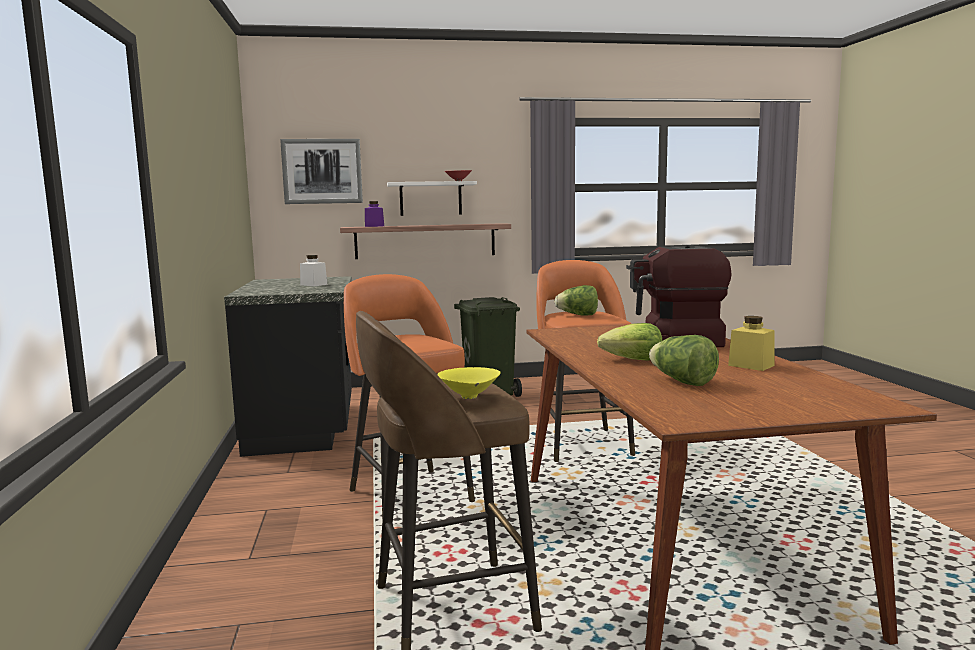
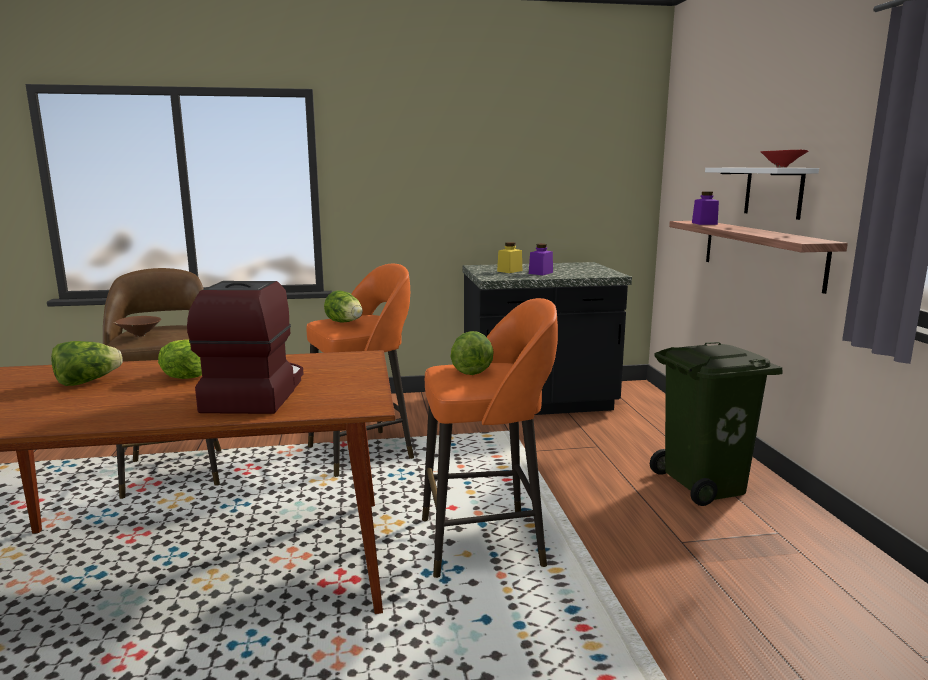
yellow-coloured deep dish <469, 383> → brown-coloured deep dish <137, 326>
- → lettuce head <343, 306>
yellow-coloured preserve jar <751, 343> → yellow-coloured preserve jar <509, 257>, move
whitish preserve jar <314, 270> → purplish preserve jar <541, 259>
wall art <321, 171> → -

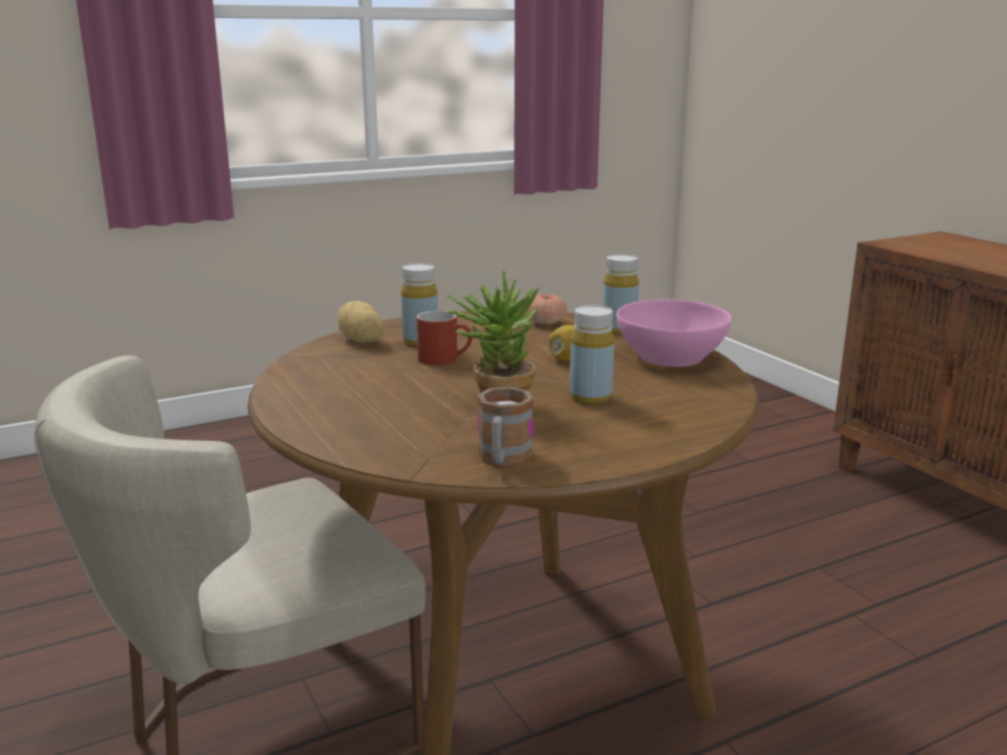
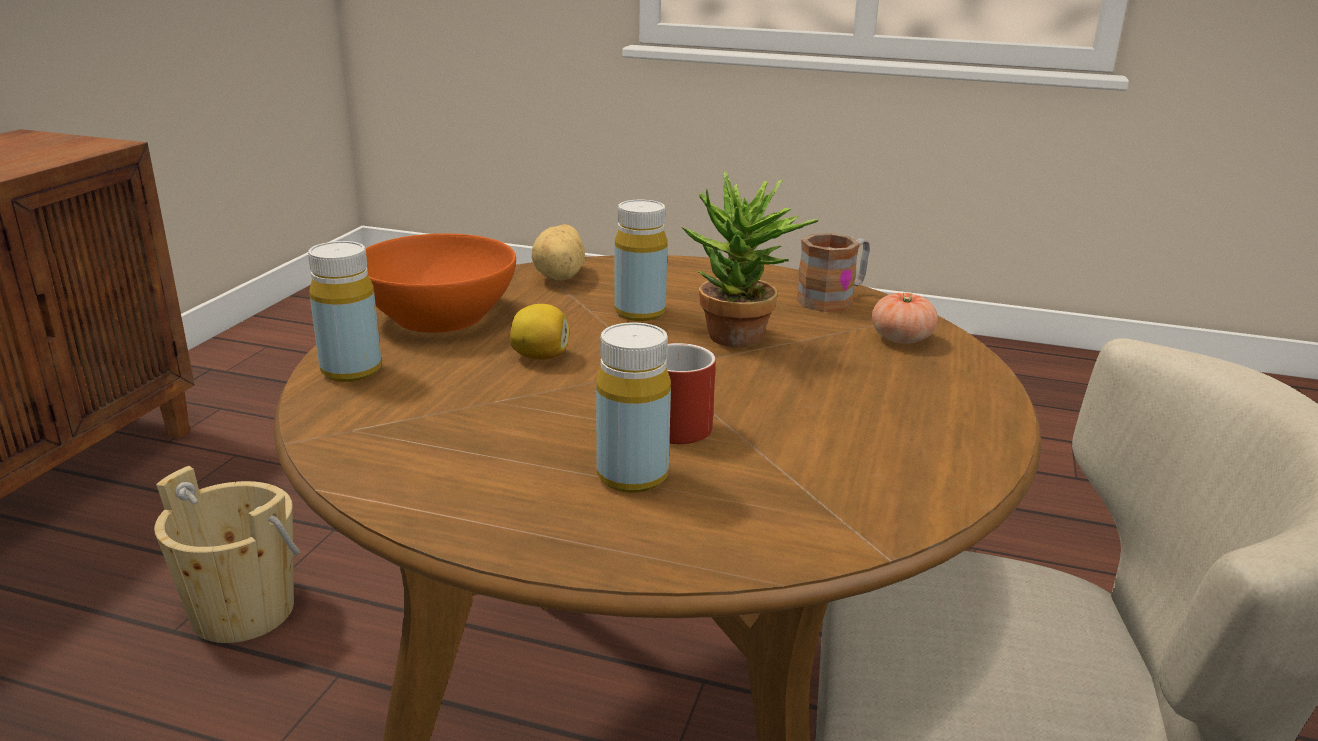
- → beige-coloured pail <227, 554>
pinkish deep dish <674, 333> → orangey deep dish <440, 283>
whole potato <360, 322> → whole potato <558, 252>, move
fresh tomato <547, 309> → fresh tomato <905, 318>, move

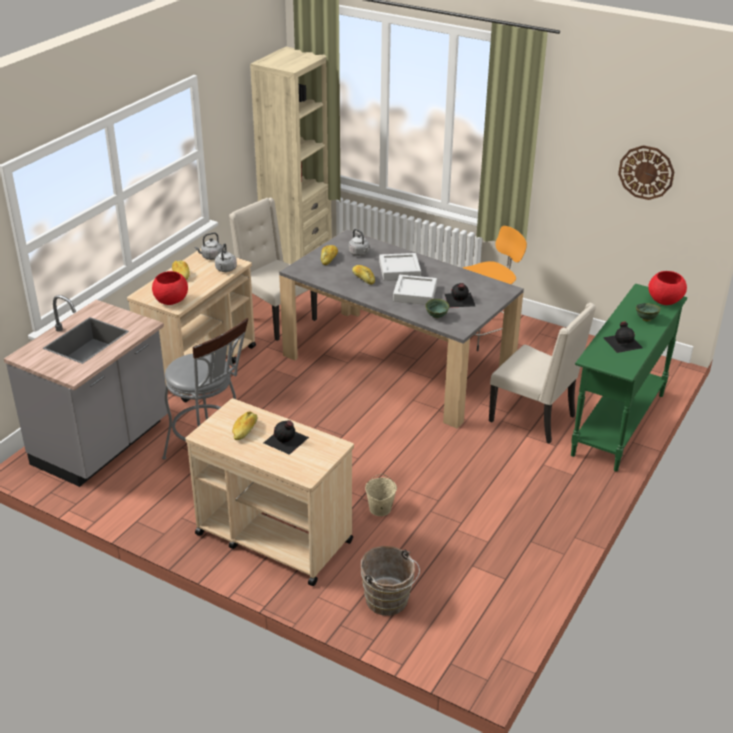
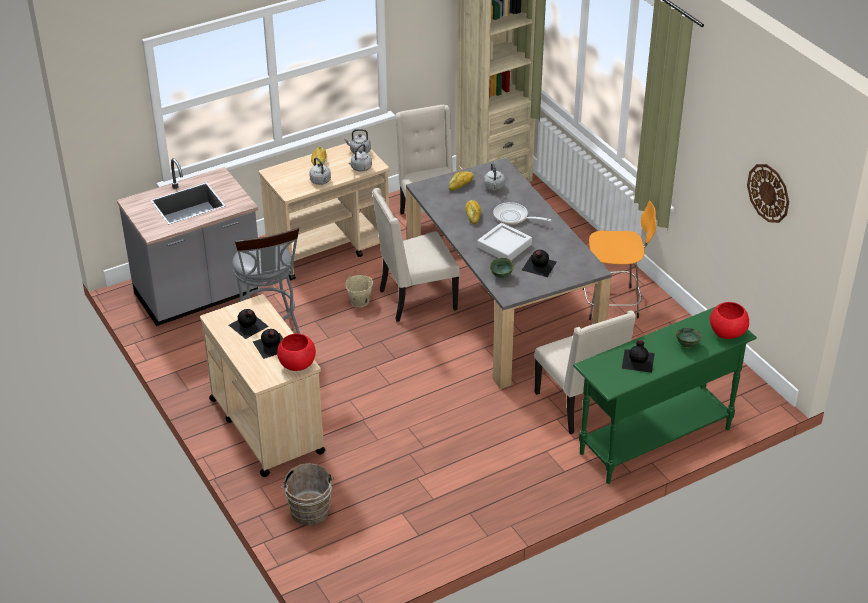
bread <244, 426> → blackish beverage bottle <249, 324>
reddish deep dish <170, 288> → reddish deep dish <296, 352>, move
- → greyish kettle <320, 171>
beige-coloured pail <381, 495> → beige-coloured pail <359, 289>, move
- → beige-coloured plain chair <416, 255>
greyish serving tray <400, 266> → frying pan <522, 213>

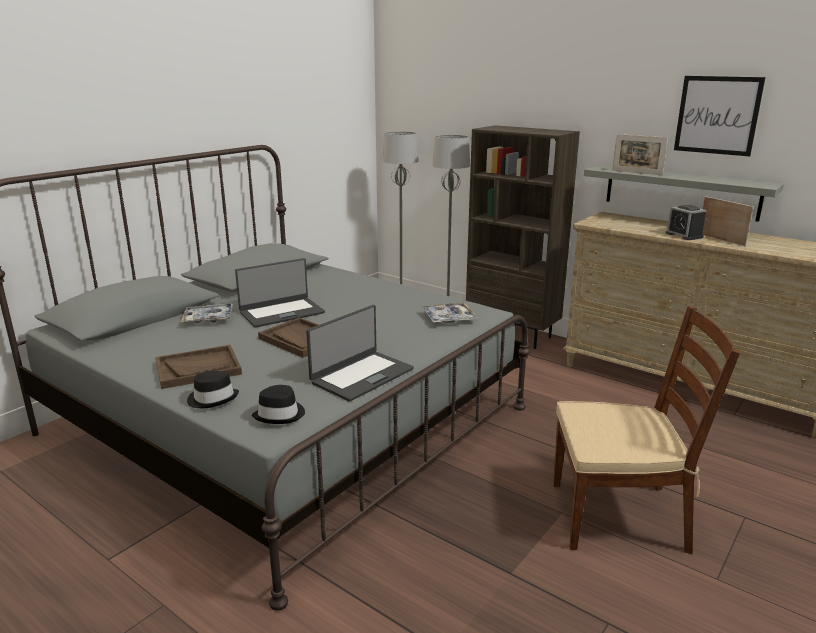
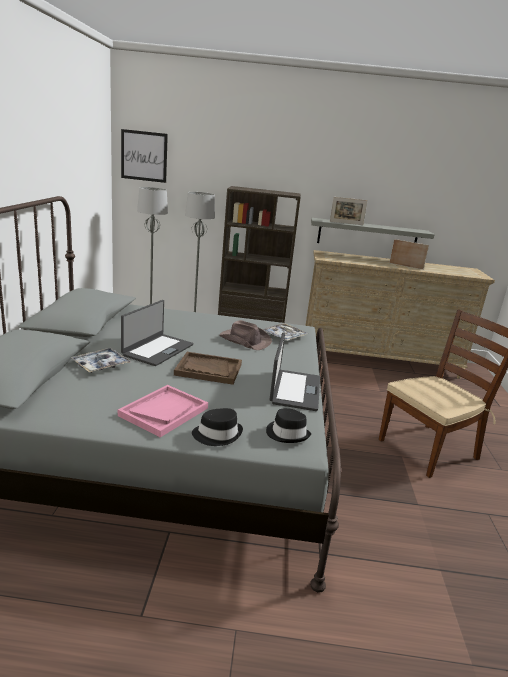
brown-coloured serving tray <198, 367> → pinkish serving tray <163, 411>
wall art <719, 116> → wall art <144, 156>, move
- → brown-coloured clothing hat <245, 335>
table clock <686, 222> → -

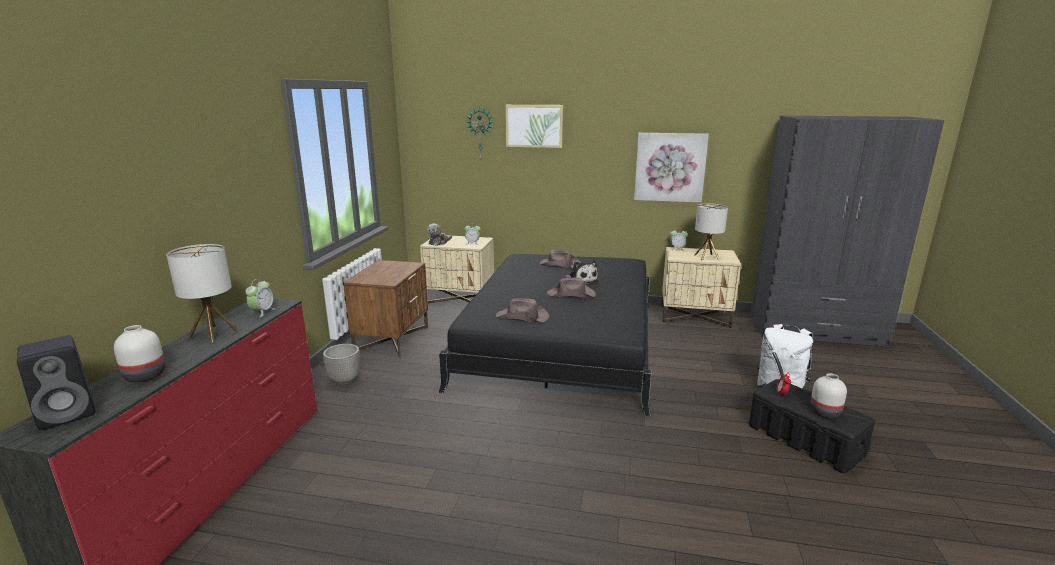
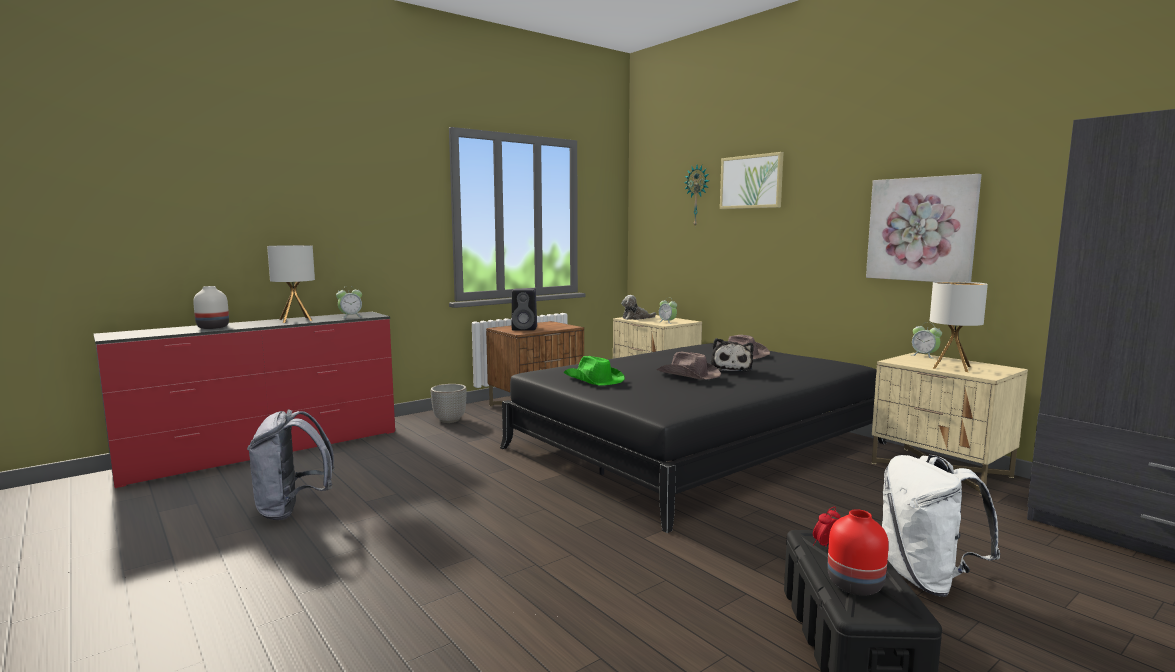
- → greyish rucksack <290, 464>
blackish speaker <56, 382> → blackish speaker <524, 309>, move
brown-coloured clothing hat <522, 310> → green-coloured clothing hat <594, 371>
whitish flower vase <828, 396> → reddish flower vase <858, 552>

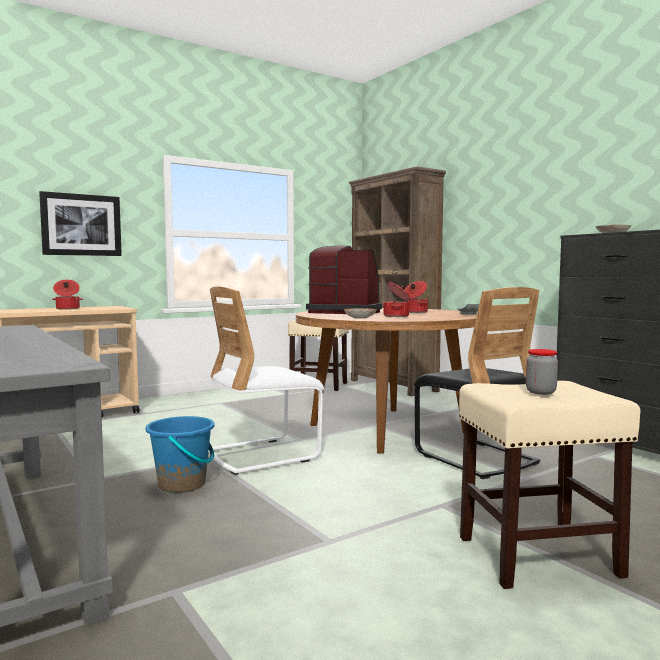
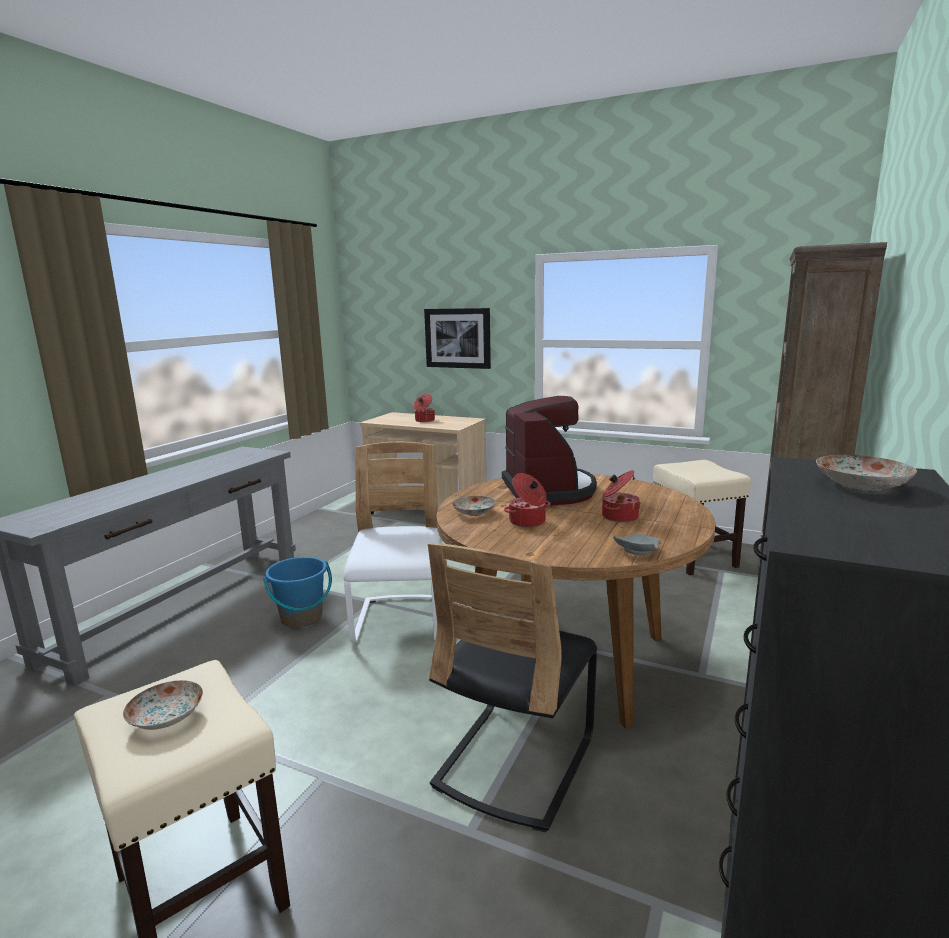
preserve jar <542, 372> → flat dish <163, 705>
whitish plain chair <266, 381> → whitish plain chair <391, 542>, 60 degrees clockwise

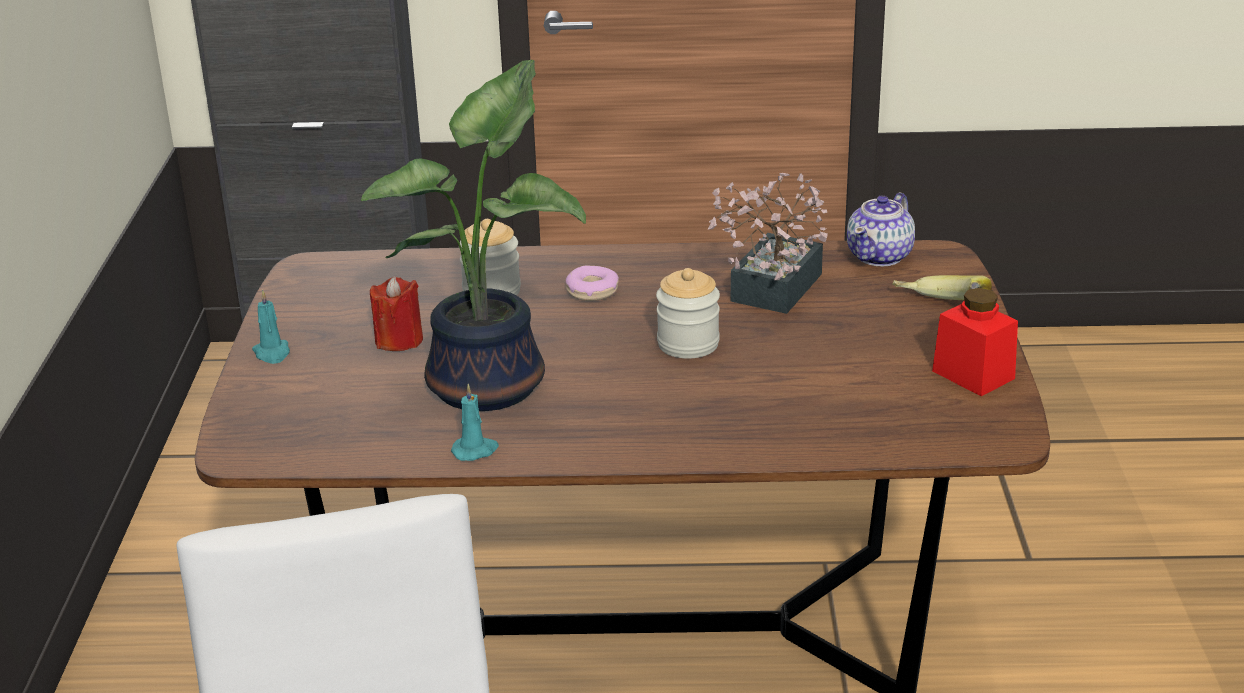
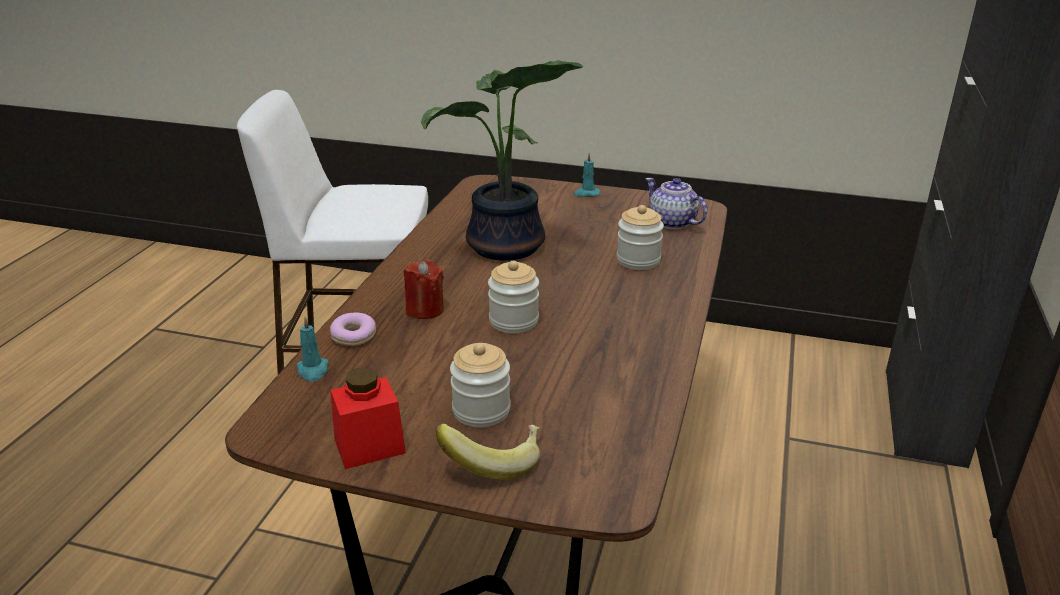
blue-green candle <475, 422> → blue-green candle <313, 349>, move
donut <592, 283> → donut <353, 329>, move
reddish candle <396, 313> → reddish candle <424, 289>, move
- → preserve jar <480, 385>
pot for tea <881, 229> → pot for tea <676, 203>, move
potted plant <768, 243> → -

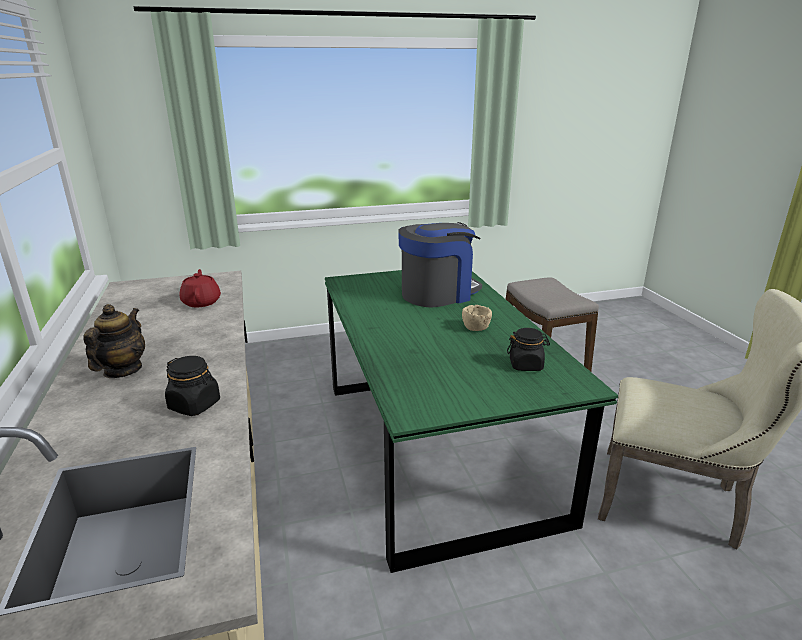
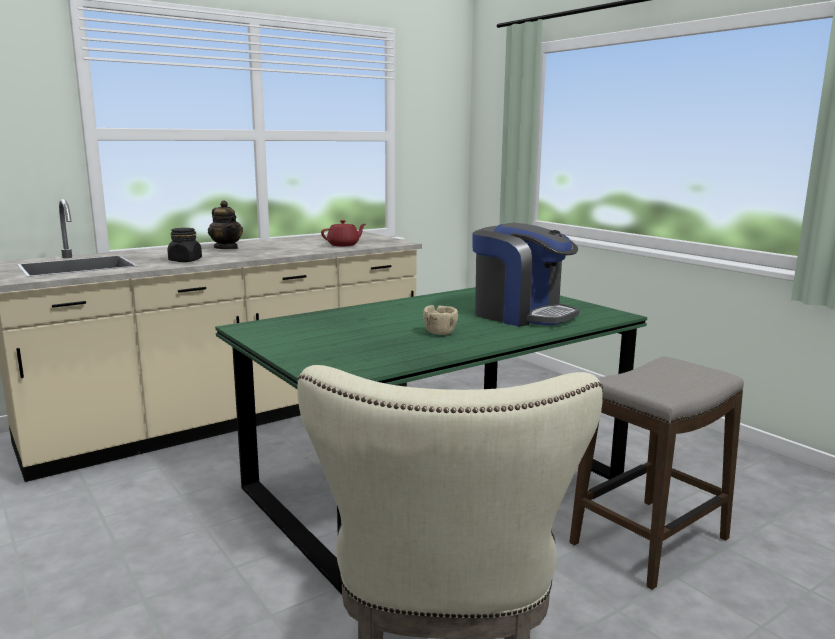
pot for tea <114, 341> → pot for tea <225, 224>, 60 degrees clockwise
blackish preserve jar <528, 349> → -

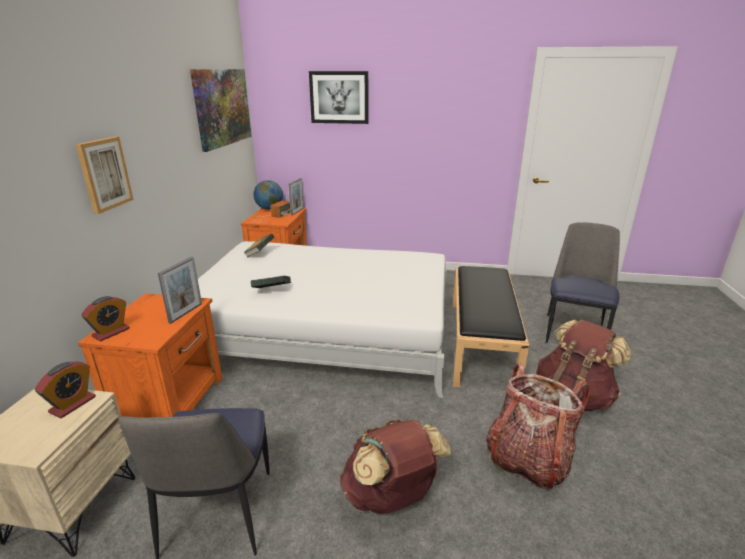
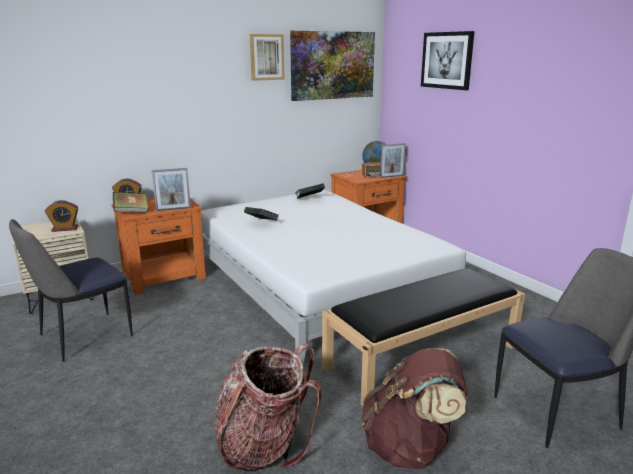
- → bound book <130, 202>
wall art <104, 175> → wall art <267, 57>, move
brown-coloured rucksack <395, 466> → -

